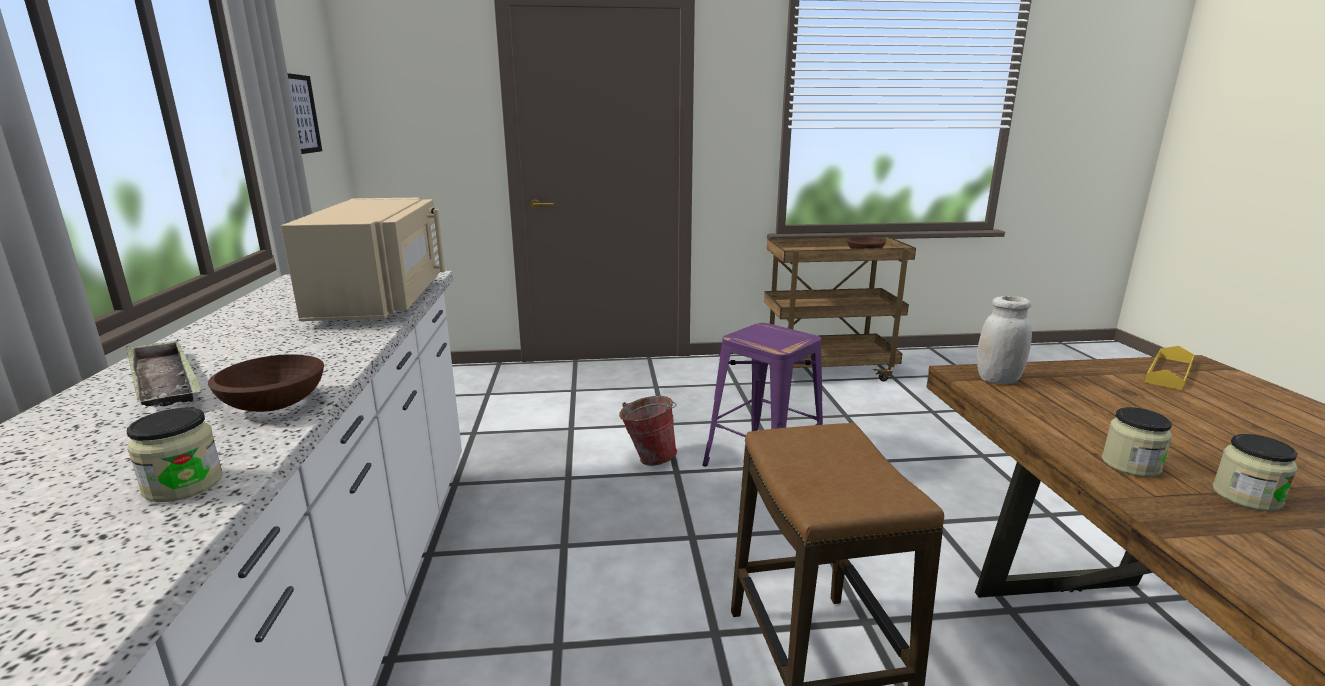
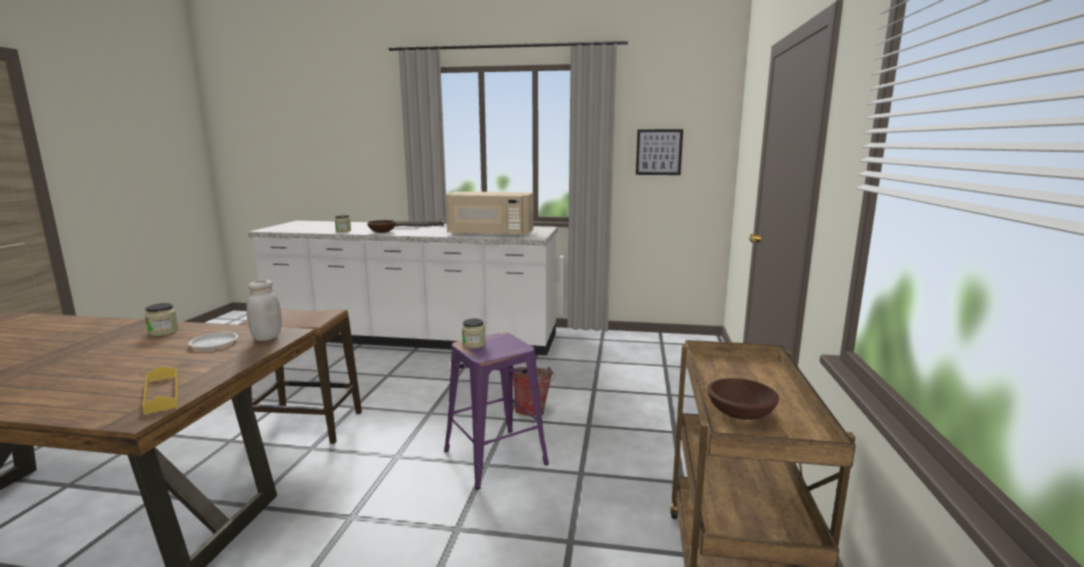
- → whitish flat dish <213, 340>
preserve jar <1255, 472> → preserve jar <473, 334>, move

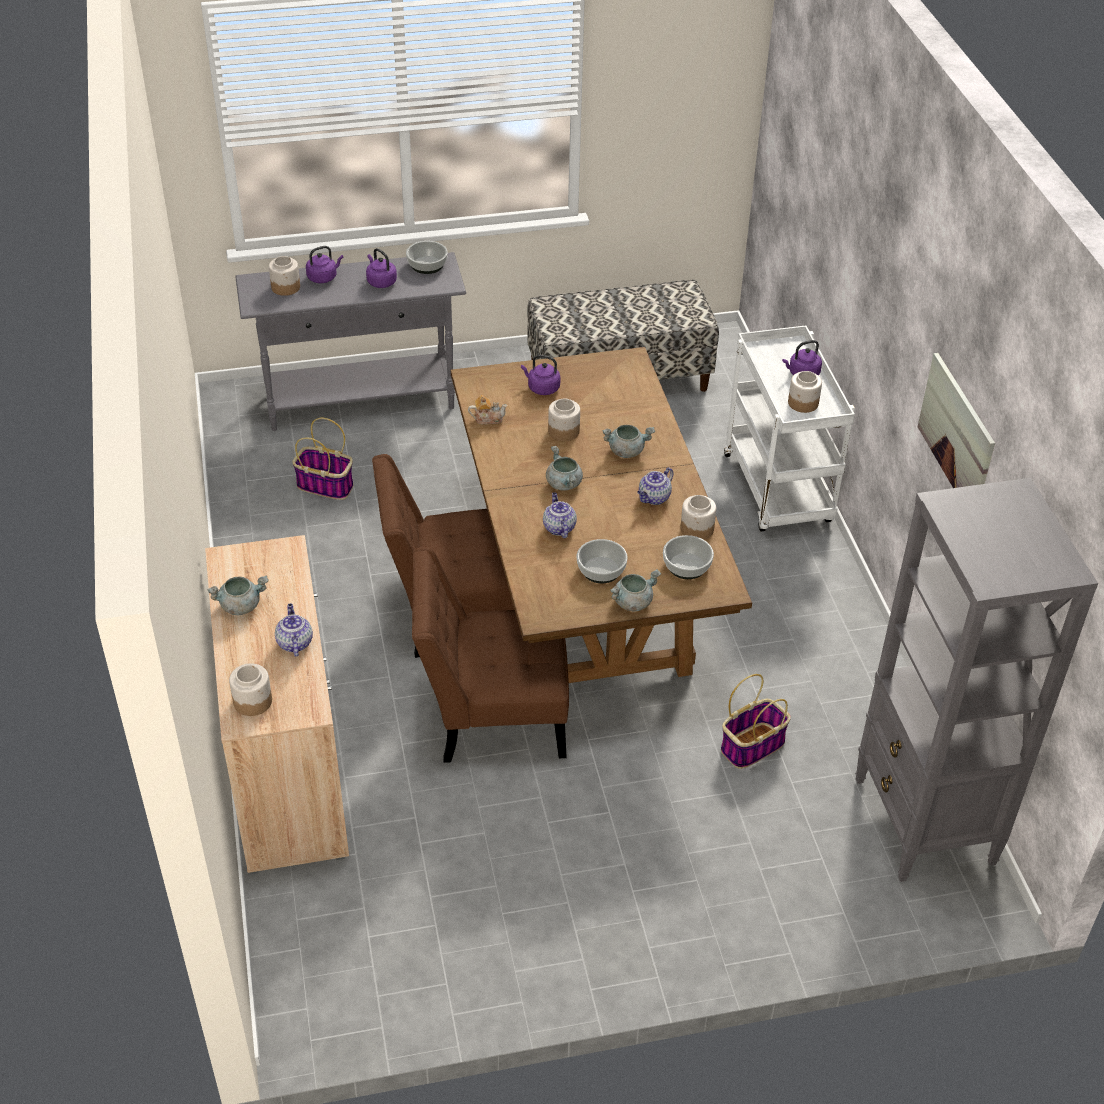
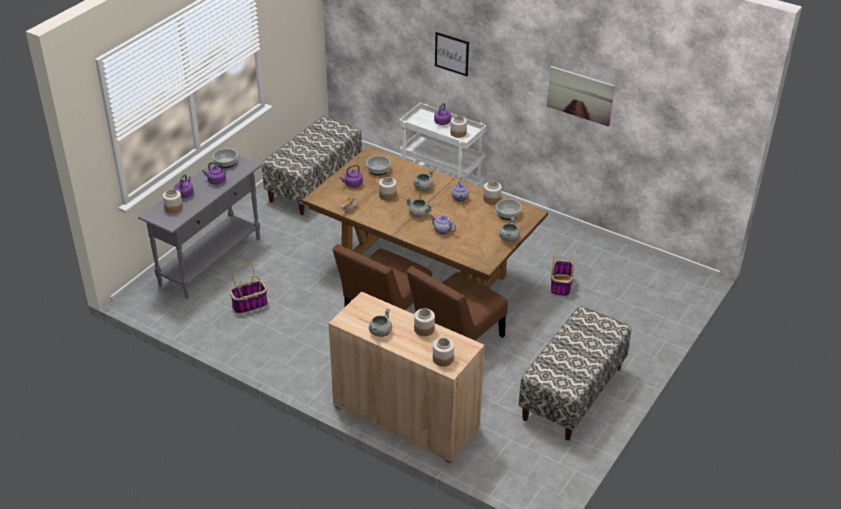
deep dish <602, 561> → deep dish <378, 166>, move
pot for tea <294, 630> → preserve jar <424, 322>
- → wall art <452, 54>
- → bench <574, 373>
greyish bookcase <976, 680> → -

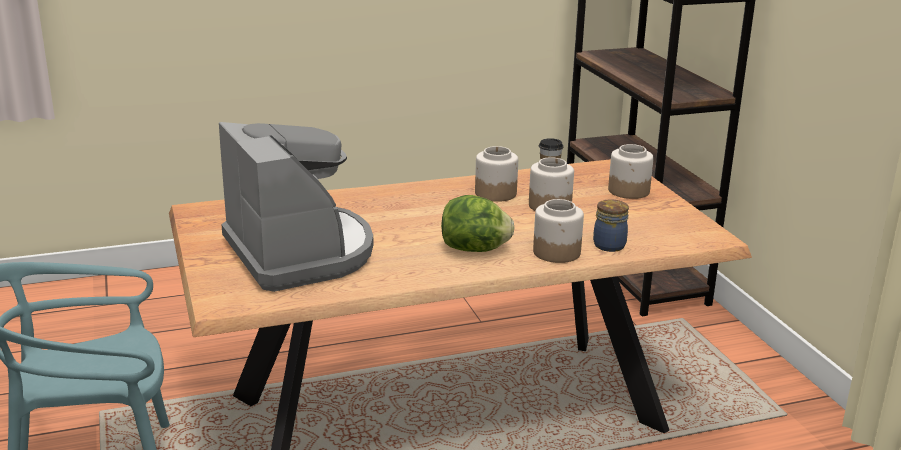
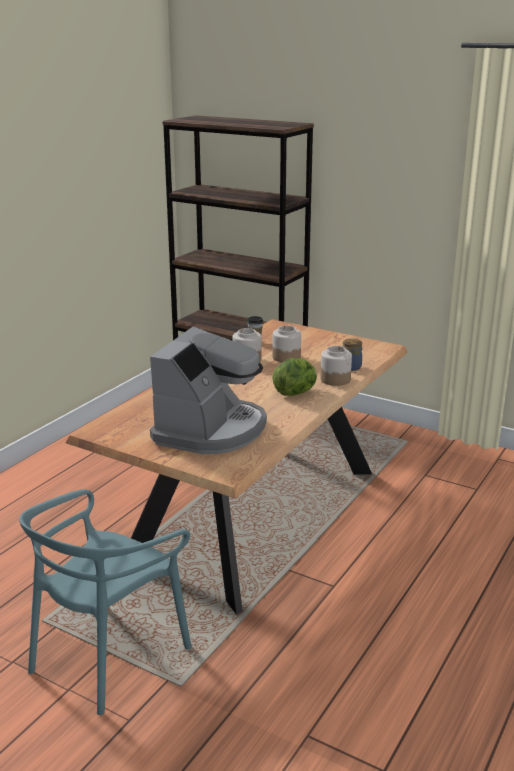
coffee maker <296, 207> → coffee maker <208, 390>, 90 degrees clockwise
preserve jar <631, 171> → -

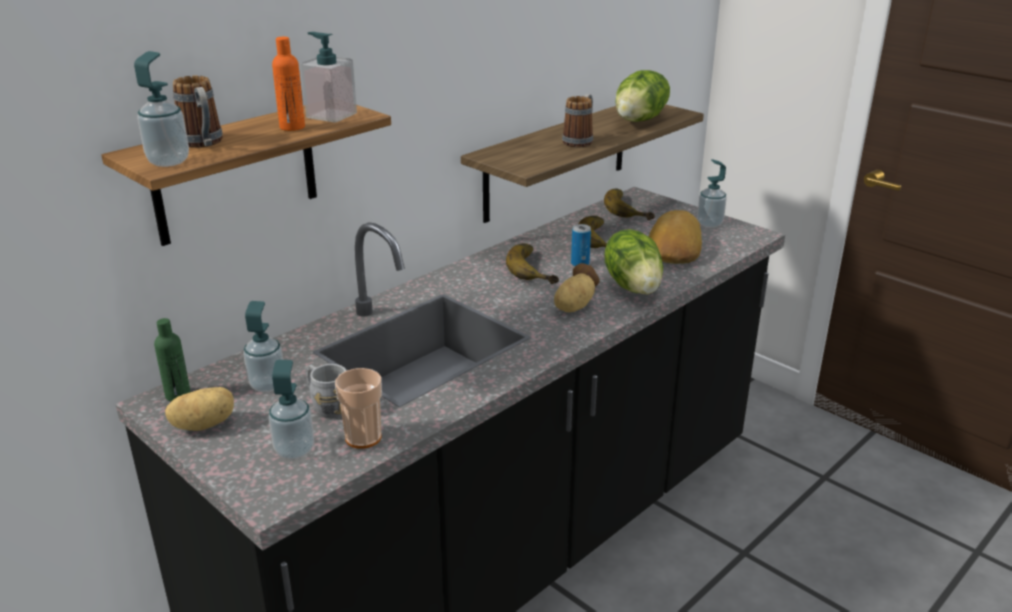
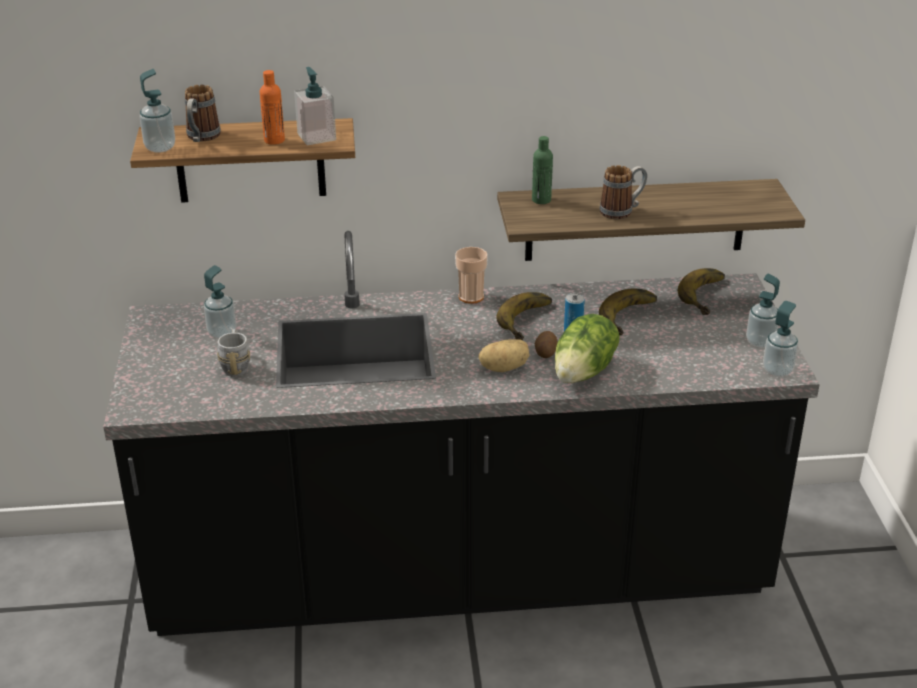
drinking cup <358, 408> → drinking cup <471, 275>, move
green-coloured beverage bottle <172, 359> → green-coloured beverage bottle <542, 170>, move
soap dispenser <291, 410> → soap dispenser <780, 339>, move
whole potato <199, 409> → -
lettuce head <642, 96> → -
bread <675, 237> → -

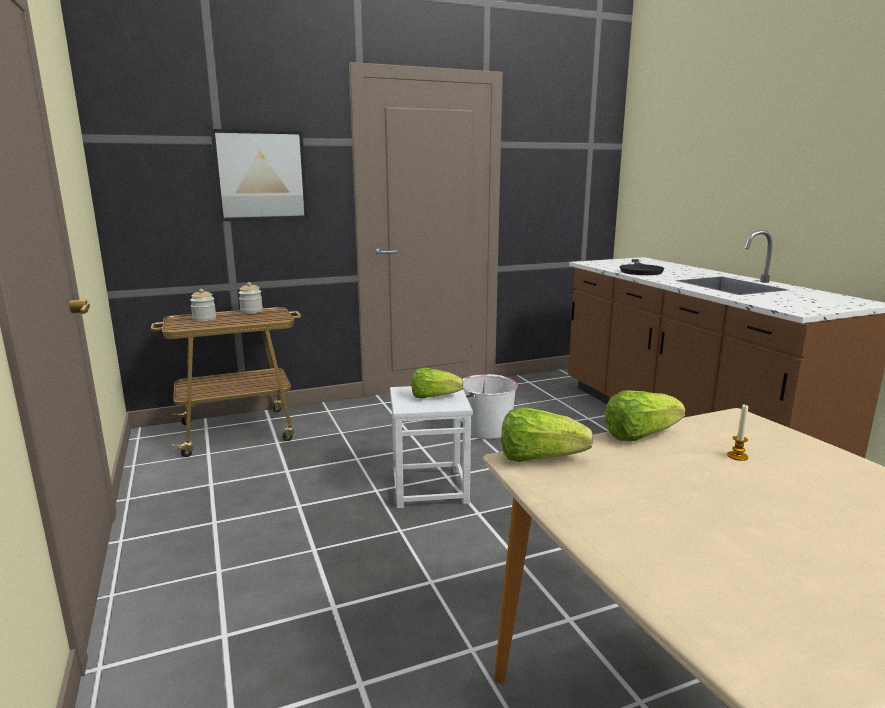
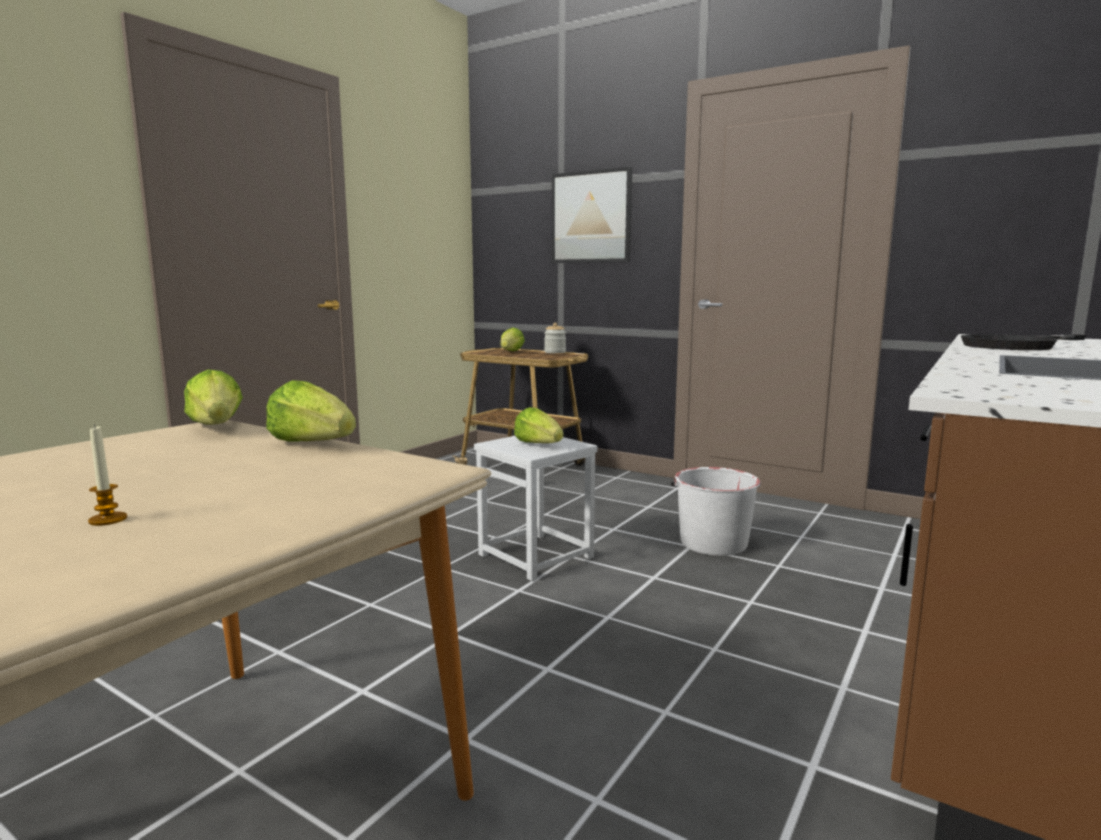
candle <737, 432> → candle <107, 475>, move
preserve jar <203, 305> → lettuce head <512, 339>

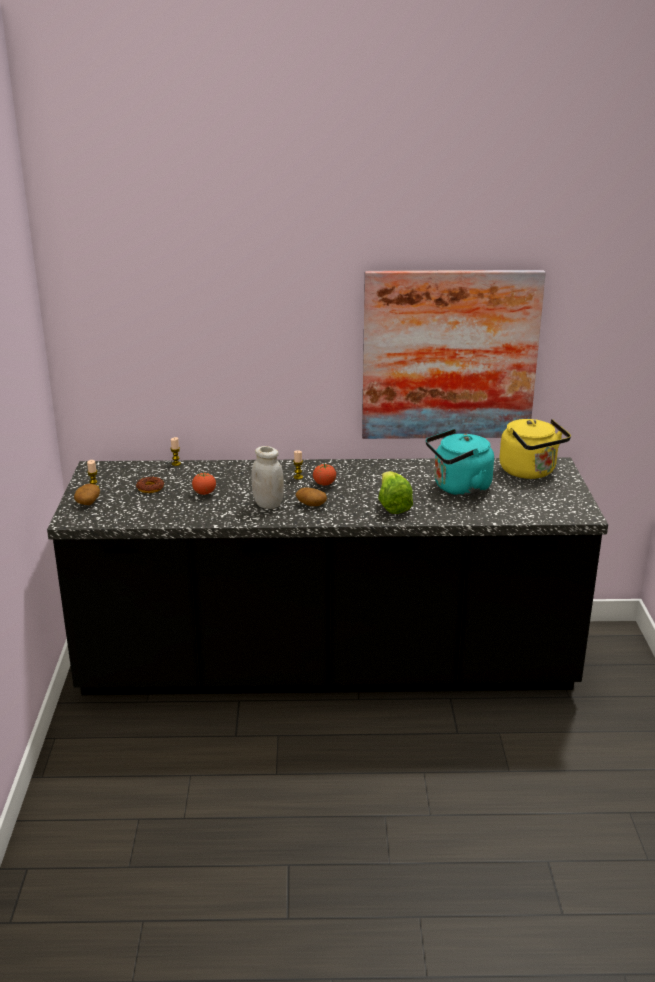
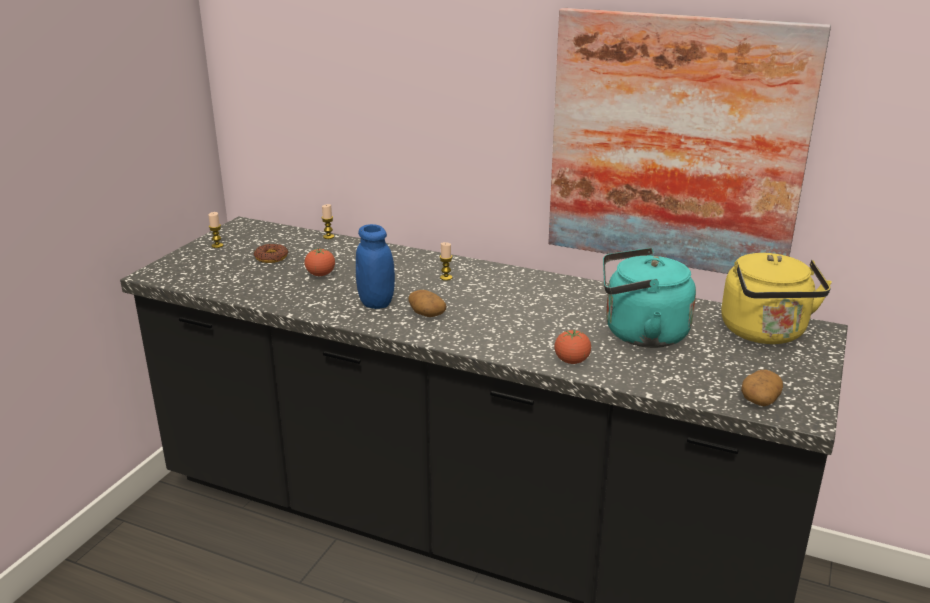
whitish preserve jar <268, 477> → bluish preserve jar <375, 266>
fresh tomato <324, 475> → fresh tomato <572, 347>, move
whole potato <87, 494> → whole potato <762, 388>, move
lettuce head <395, 492> → -

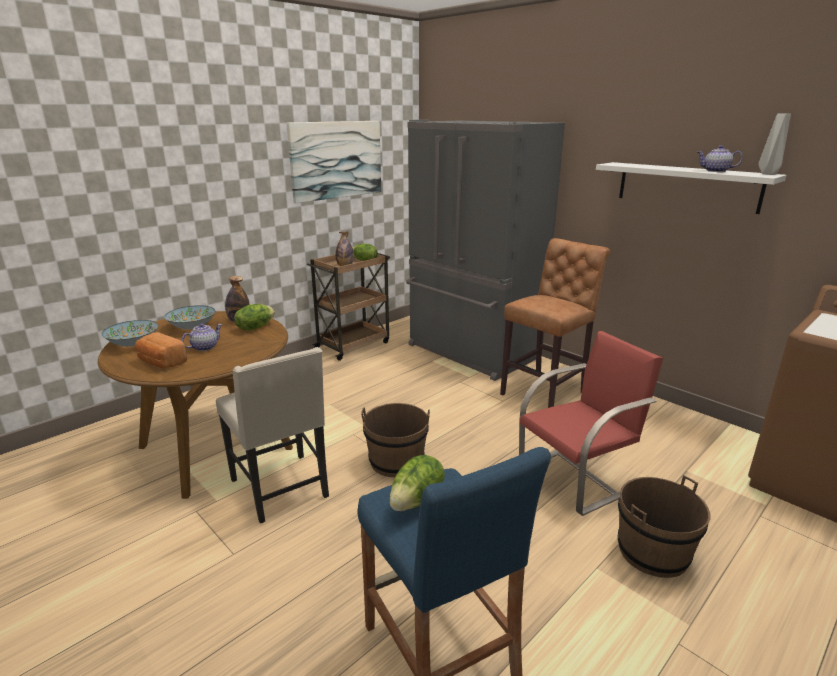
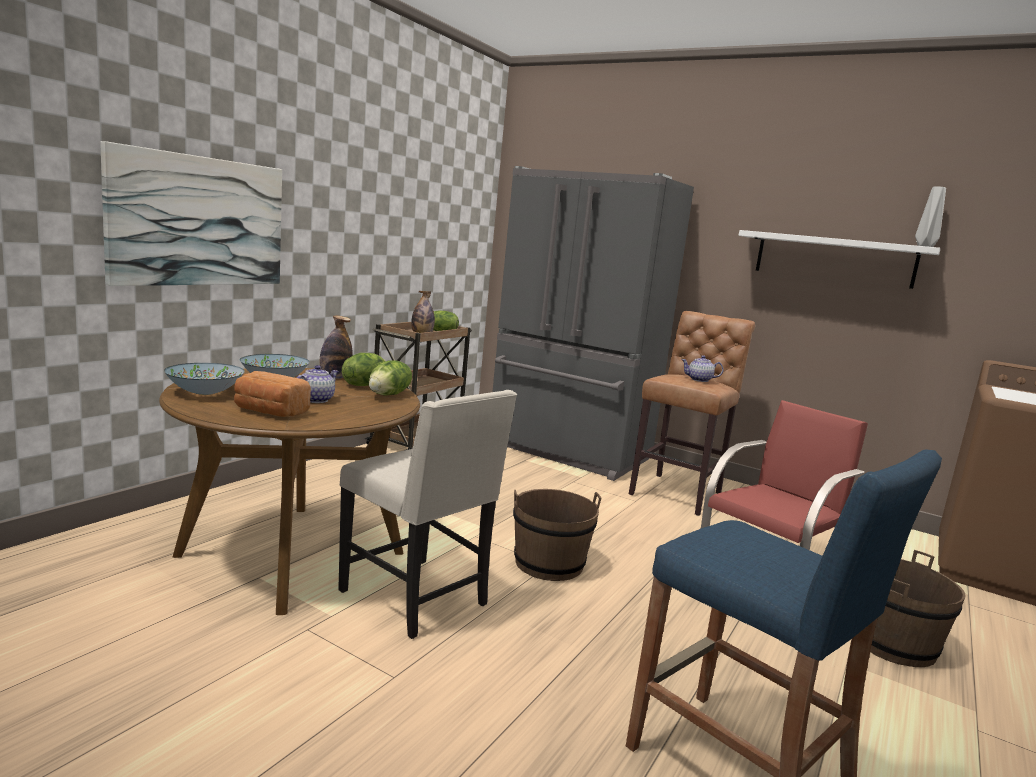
wall art <334, 162> → wall art <191, 213>, move
lettuce head <416, 483> → lettuce head <390, 378>, move
pot for tea <720, 158> → pot for tea <702, 369>, move

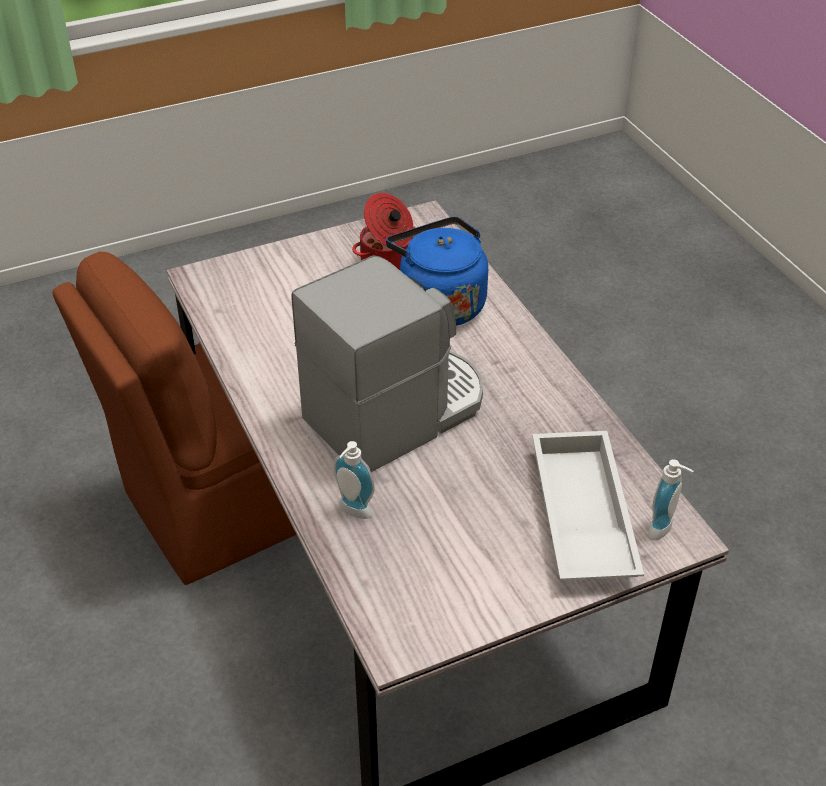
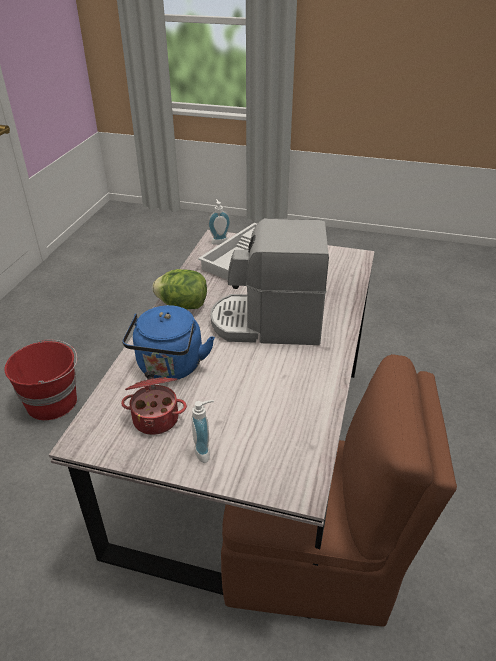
- → reddish pail <40, 379>
- → lettuce head <179, 289>
soap dispenser <354, 480> → soap dispenser <202, 431>, move

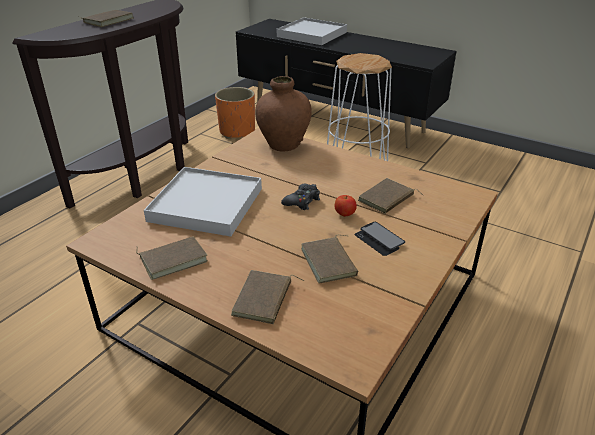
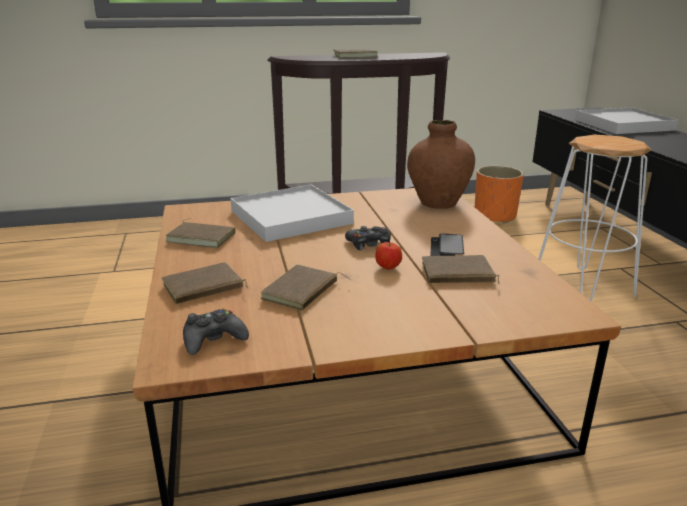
- → blackish game controller <216, 332>
telephone <380, 239> → telephone <447, 245>, move

